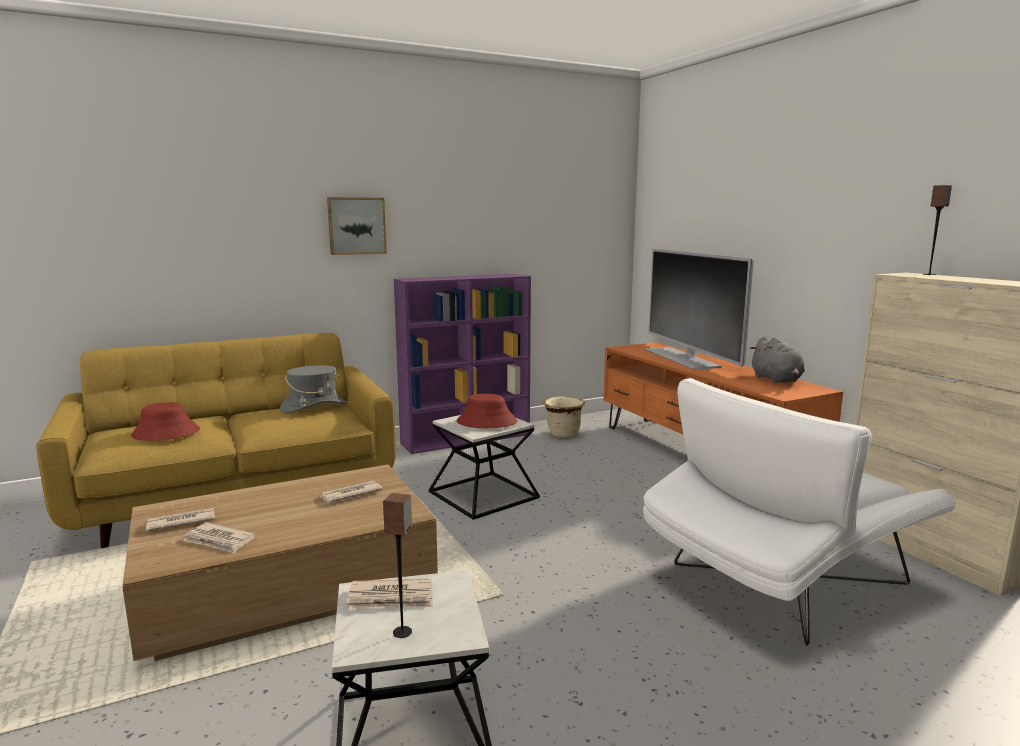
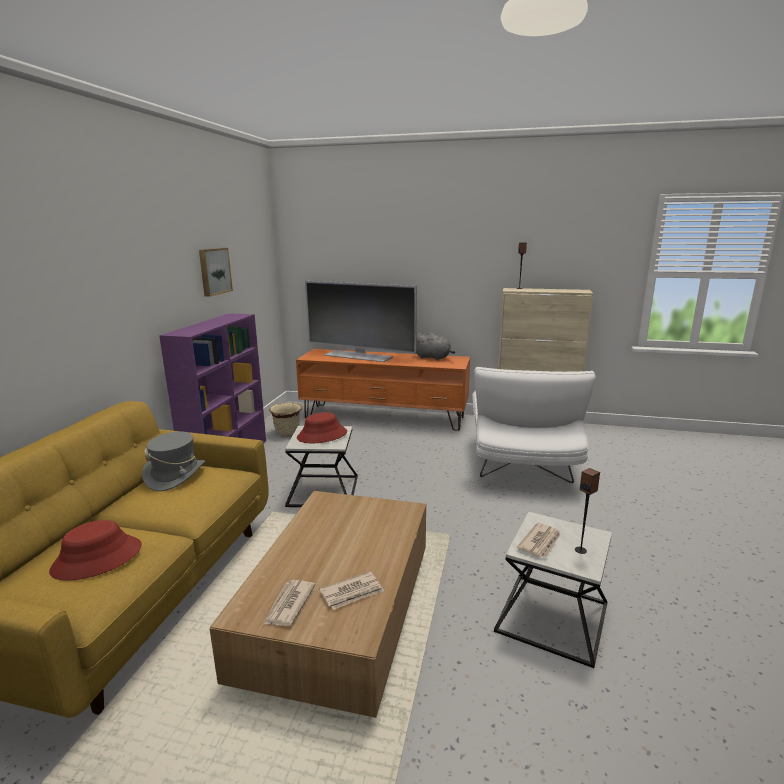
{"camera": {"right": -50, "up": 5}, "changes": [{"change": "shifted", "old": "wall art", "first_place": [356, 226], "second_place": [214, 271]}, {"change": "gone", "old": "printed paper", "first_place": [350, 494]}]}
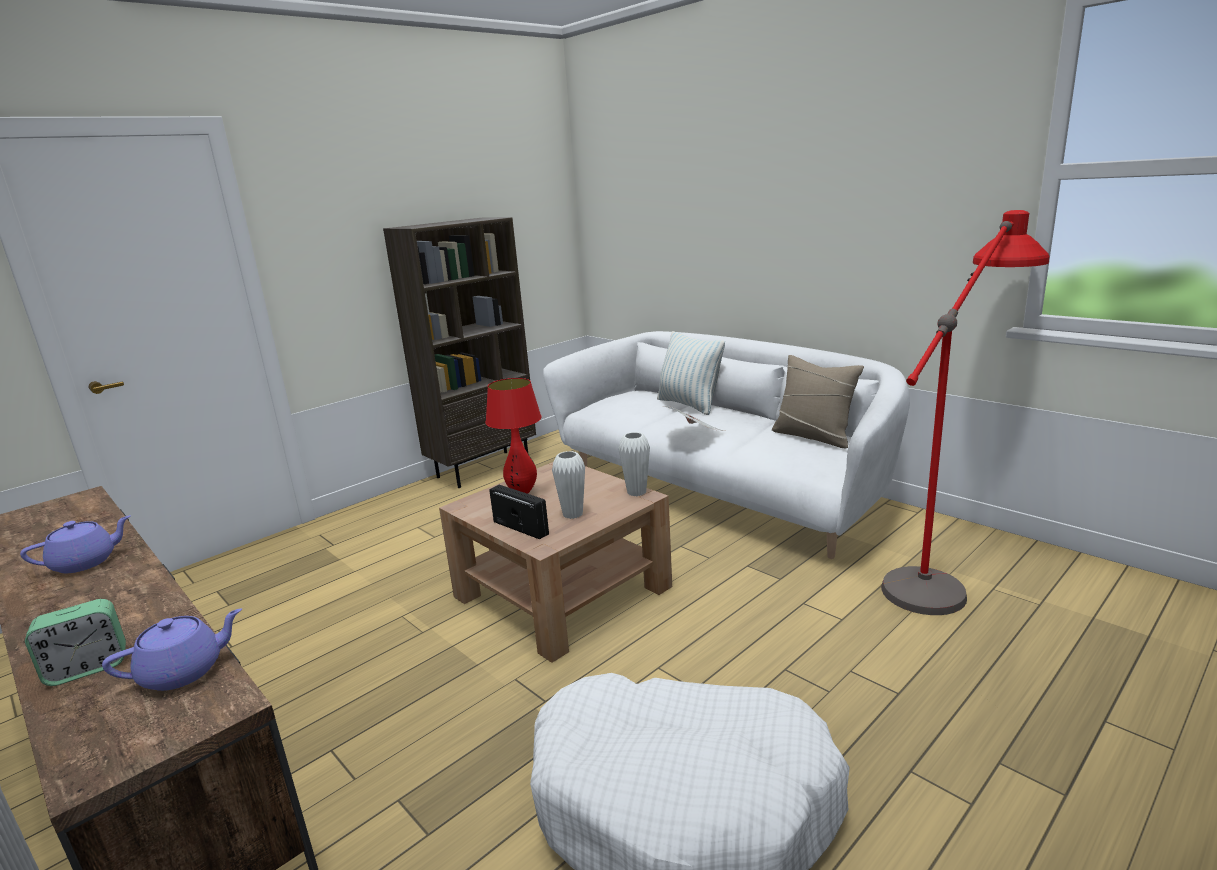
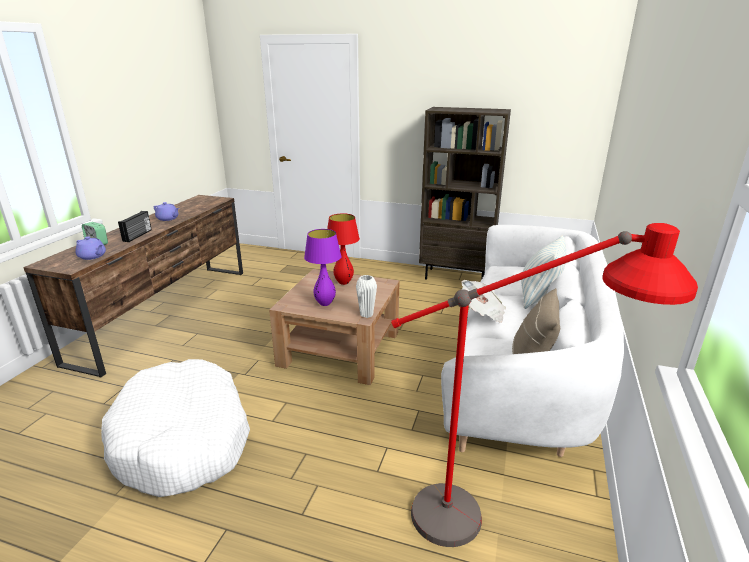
{"camera": {"right": 60, "up": 5}, "changes": [{"change": "shifted", "old": "radio receiver", "first_place": [521, 527], "second_place": [138, 235]}, {"change": "swapped", "old": "white-coloured flower vase", "new": "purplish tabletop lamp", "first_place": [572, 514], "second_place": [325, 303]}]}
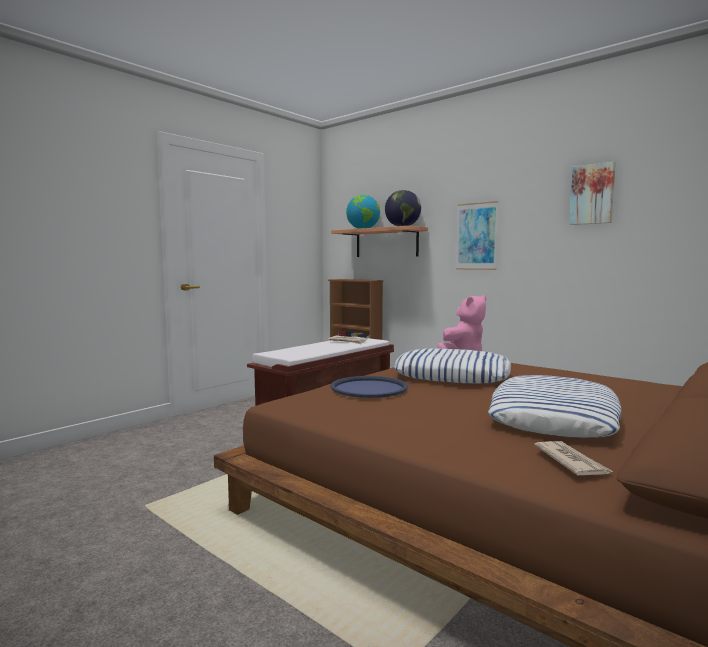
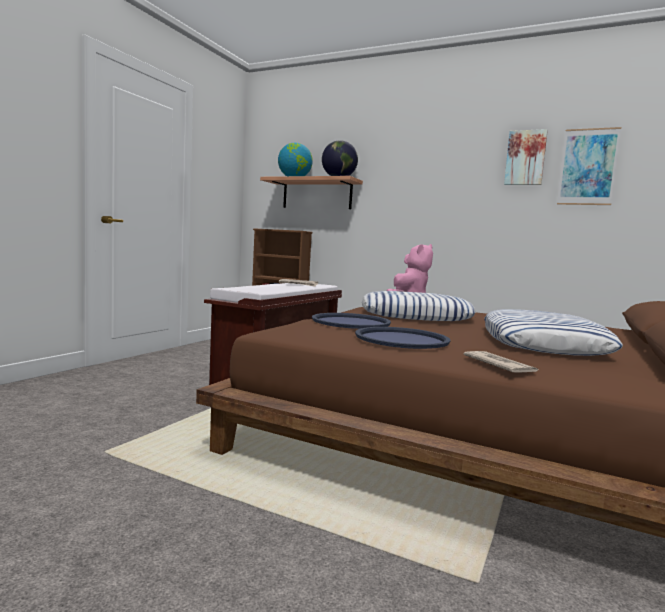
{"camera": {"right": -15, "up": 0}, "changes": [{"change": "new", "new": "bluish carrying tray", "second_place": [402, 339]}, {"change": "shifted", "old": "printed paper", "first_place": [571, 461], "second_place": [499, 365]}, {"change": "shifted", "old": "wall art", "first_place": [476, 236], "second_place": [588, 167]}]}
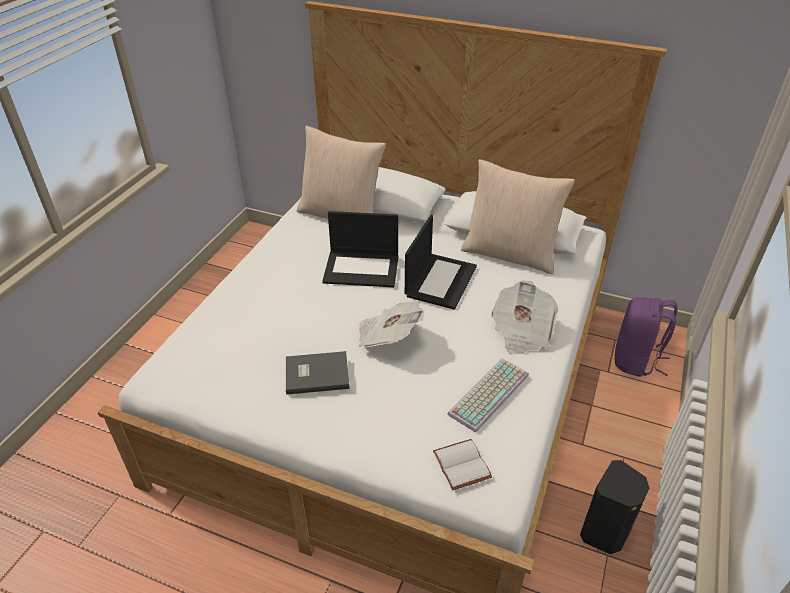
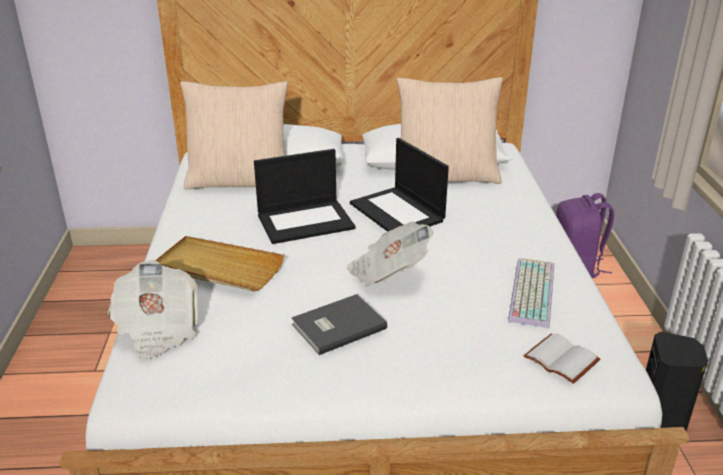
{"camera": {"right": -25, "up": -10}, "changes": [{"change": "shifted", "old": "printed paper", "first_place": [521, 332], "second_place": [157, 329]}, {"change": "new", "new": "beige carrying tray", "second_place": [218, 268]}, {"change": "rotated", "old": "portable computer", "first_place": [440, 280], "second_place": [398, 212], "degrees": 150}]}
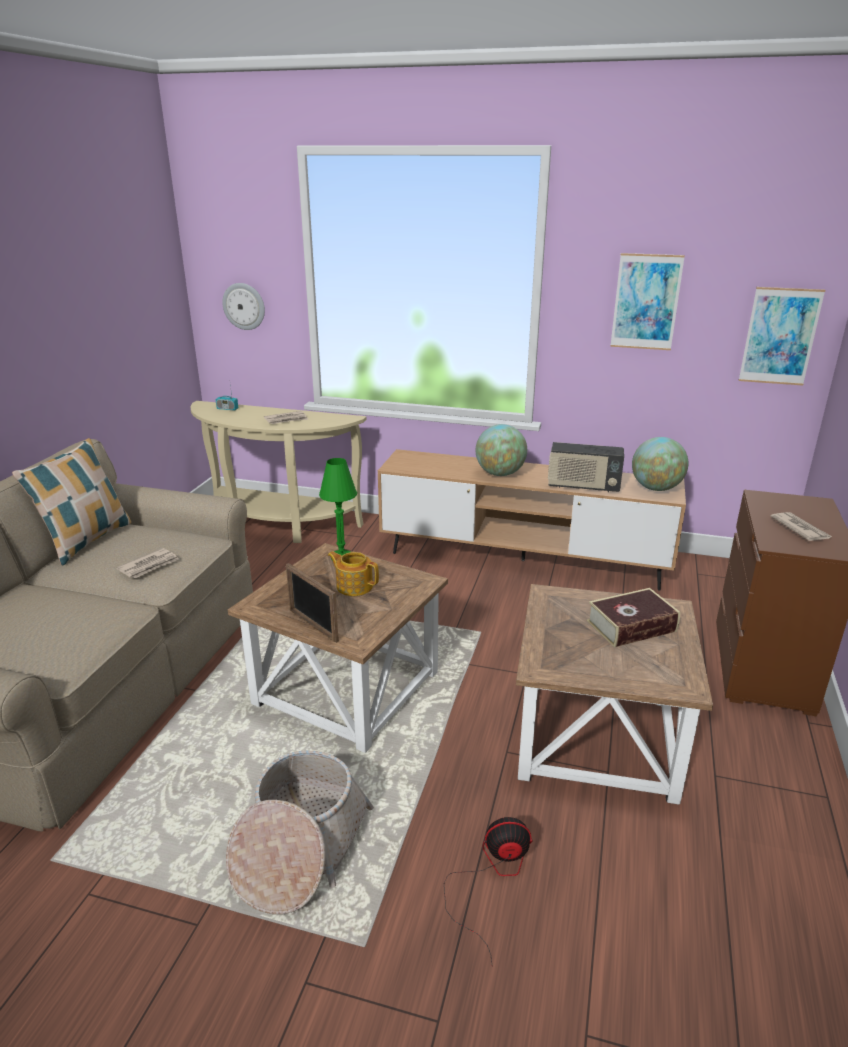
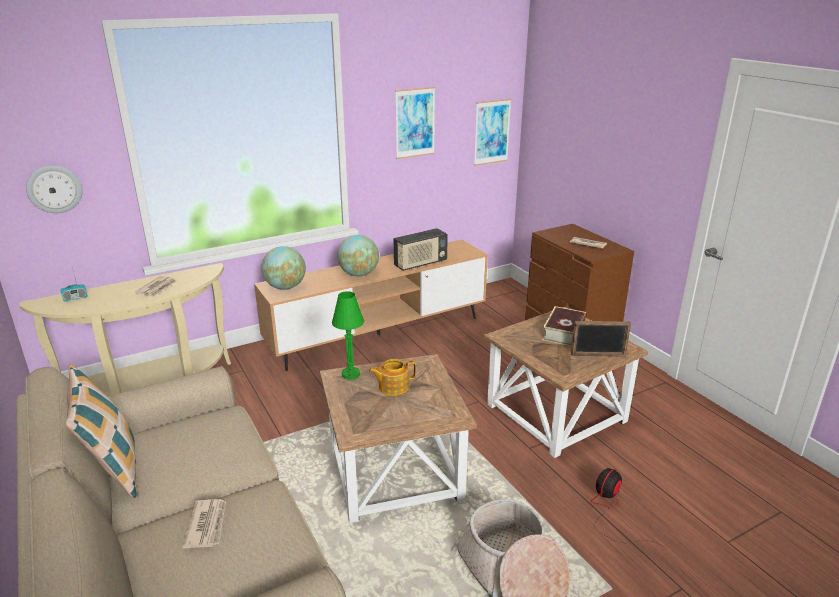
{"camera": {"right": -45, "up": 0}, "changes": [{"change": "shifted", "old": "printed paper", "first_place": [149, 565], "second_place": [207, 525]}, {"change": "shifted", "old": "globe", "first_place": [655, 488], "second_place": [285, 287]}, {"change": "shifted", "old": "standing frame", "first_place": [313, 625], "second_place": [598, 355]}]}
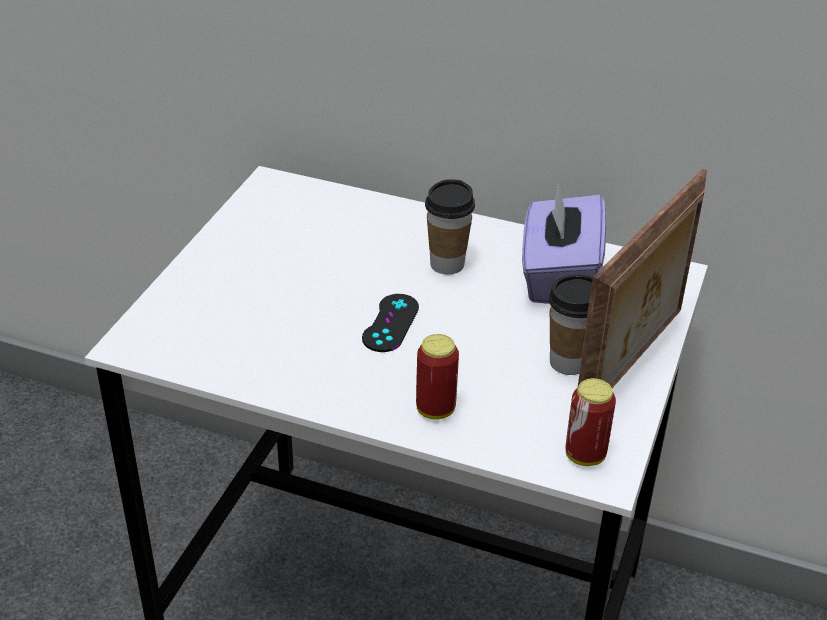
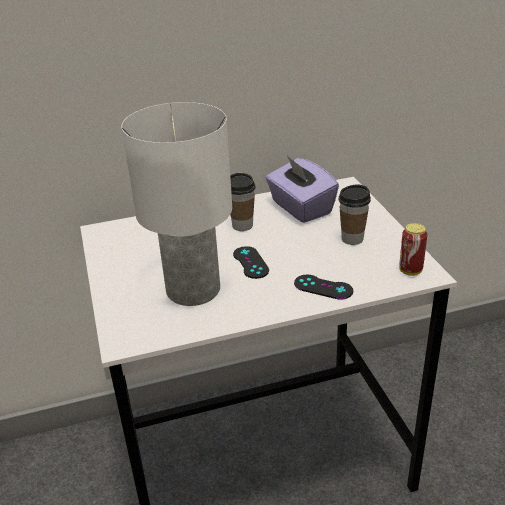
{"camera": {"right": -35, "up": -5}, "changes": [{"change": "new", "new": "white-coloured tabletop lamp", "second_place": [194, 290]}, {"change": "swapped", "old": "sealed can", "new": "black game controller", "first_place": [435, 409], "second_place": [323, 287]}, {"change": "gone", "old": "standing frame", "first_place": [632, 367]}]}
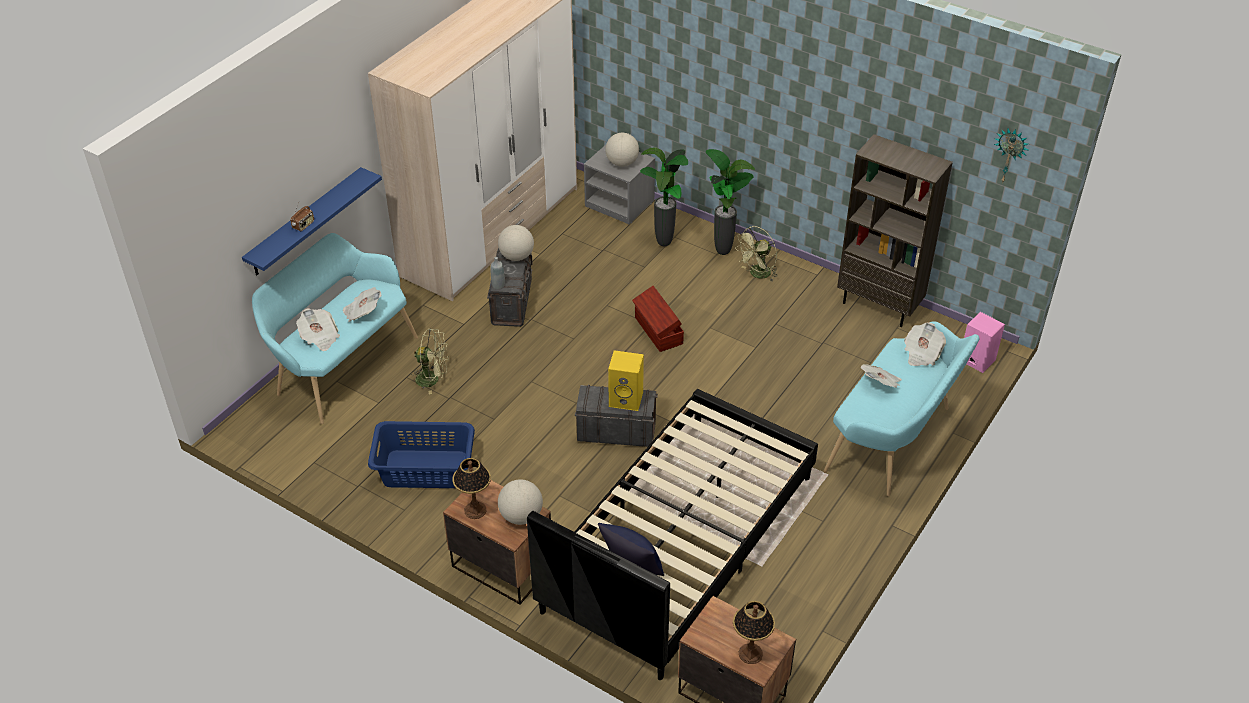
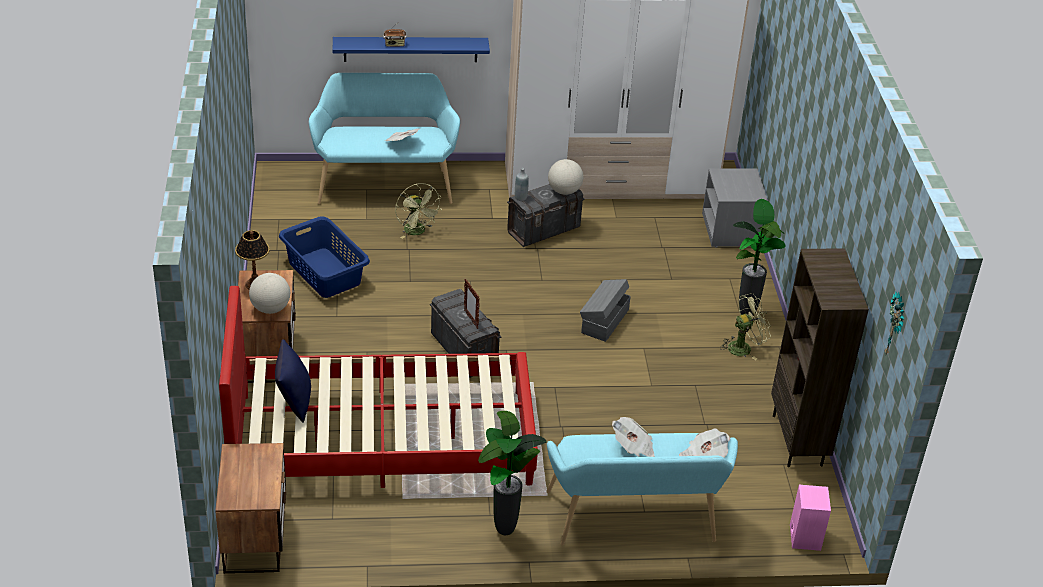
{"camera": {"right": 50, "up": -5}, "changes": [{"change": "repainted", "old": "black bedroom bed", "new": "red bedroom bed", "first_place": [679, 543], "second_place": [382, 439]}, {"change": "swapped", "old": "yellowish speaker", "new": "standing frame", "first_place": [627, 399], "second_place": [471, 319]}, {"change": "shifted", "old": "potted plant", "first_place": [664, 244], "second_place": [504, 532]}, {"change": "repainted", "old": "brownish storage container", "new": "grey storage container", "first_place": [658, 331], "second_place": [604, 321]}, {"change": "rotated", "old": "greenish fan", "first_place": [757, 275], "second_place": [743, 347], "degrees": 150}, {"change": "gone", "old": "printed paper", "first_place": [319, 337]}, {"change": "gone", "old": "globe", "first_place": [622, 163]}, {"change": "gone", "old": "tabletop lamp", "first_place": [750, 654]}]}
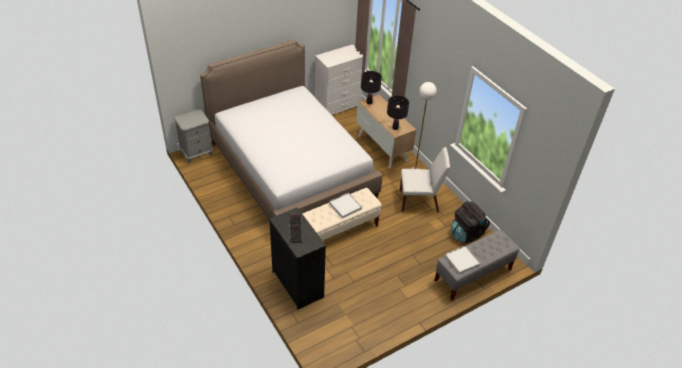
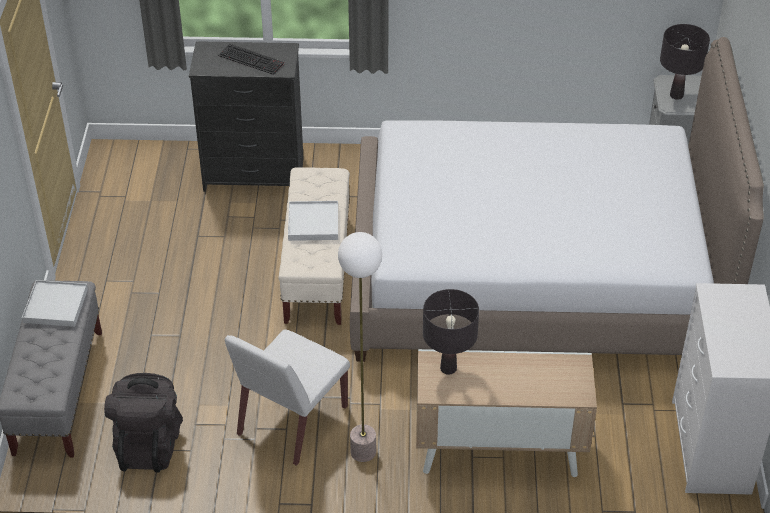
{"camera": {"right": 125, "up": 0}, "changes": [{"change": "shifted", "old": "black tabletop lamp", "first_place": [369, 102], "second_place": [676, 95]}]}
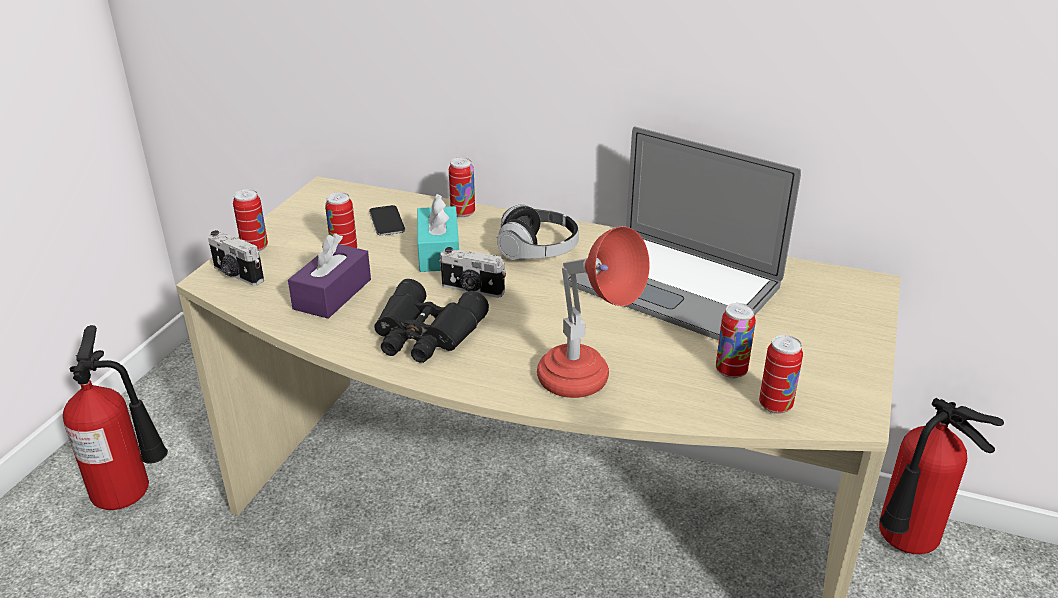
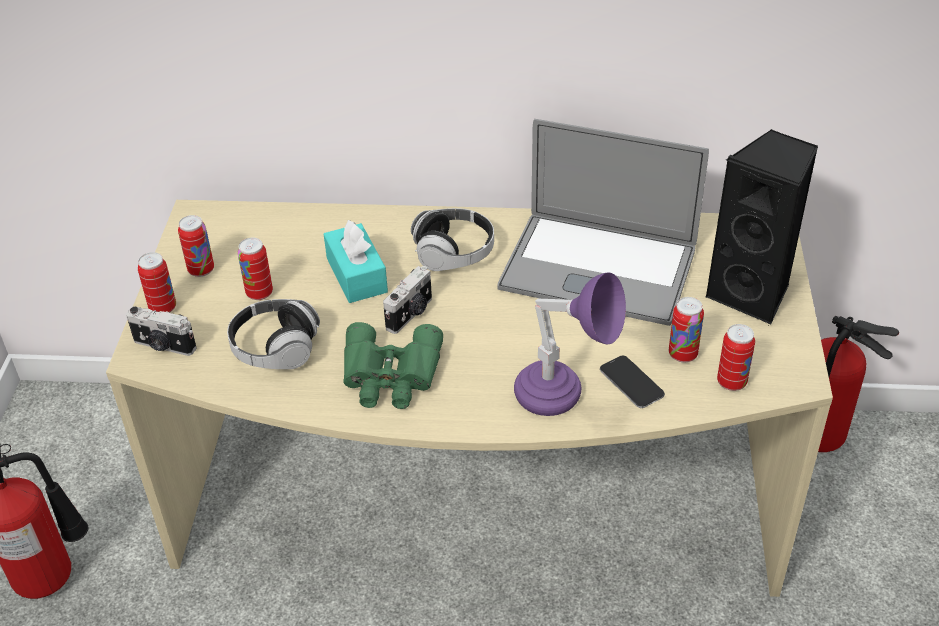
{"camera": {"right": -15, "up": 10}, "changes": [{"change": "shifted", "old": "sealed can", "first_place": [463, 213], "second_place": [201, 270]}, {"change": "swapped", "old": "purplish tissue holder", "new": "headphones", "first_place": [332, 294], "second_place": [275, 349]}, {"change": "repainted", "old": "black pair of binoculars", "new": "greenish pair of binoculars", "first_place": [425, 334], "second_place": [391, 376]}, {"change": "rotated", "old": "still camera", "first_place": [472, 290], "second_place": [411, 314], "degrees": -60}, {"change": "repainted", "old": "red tabletop lamp", "new": "purplish tabletop lamp", "first_place": [584, 389], "second_place": [563, 403]}, {"change": "shifted", "old": "phone", "first_place": [387, 222], "second_place": [631, 383]}, {"change": "new", "new": "black speaker", "second_place": [752, 294]}]}
